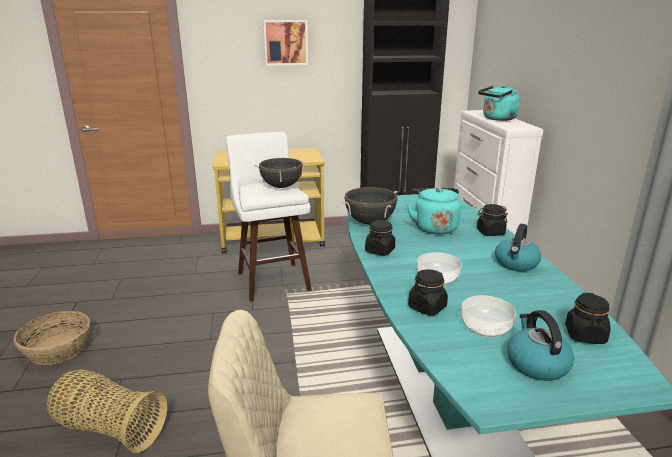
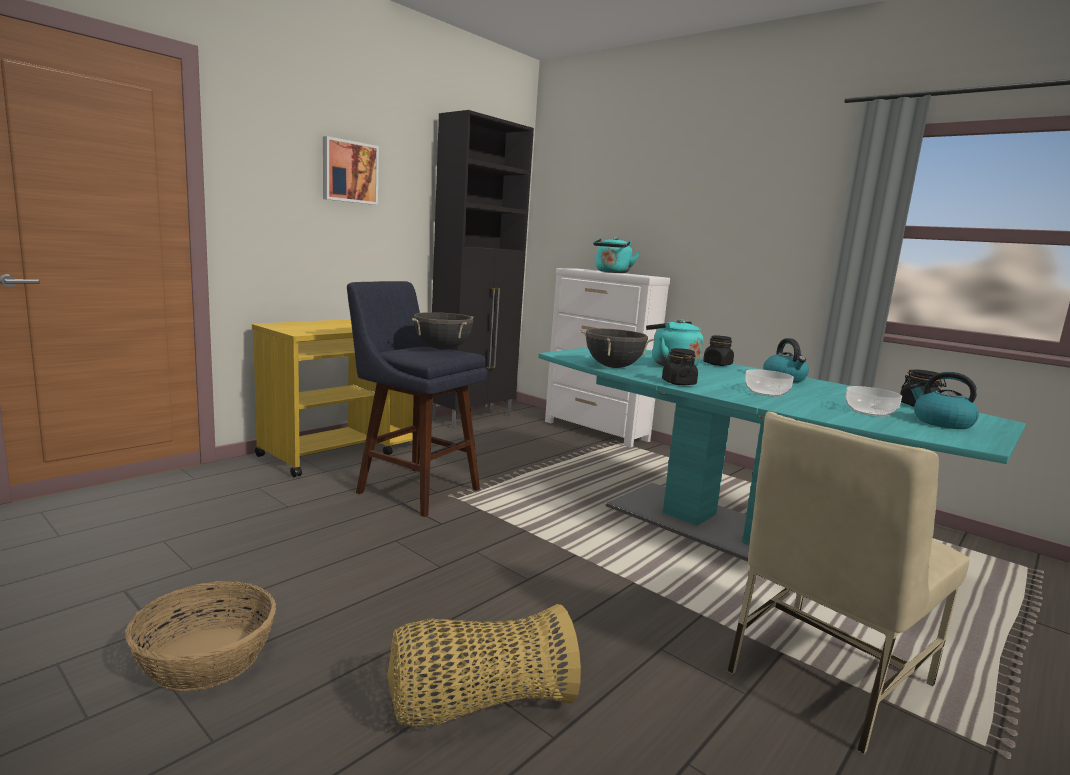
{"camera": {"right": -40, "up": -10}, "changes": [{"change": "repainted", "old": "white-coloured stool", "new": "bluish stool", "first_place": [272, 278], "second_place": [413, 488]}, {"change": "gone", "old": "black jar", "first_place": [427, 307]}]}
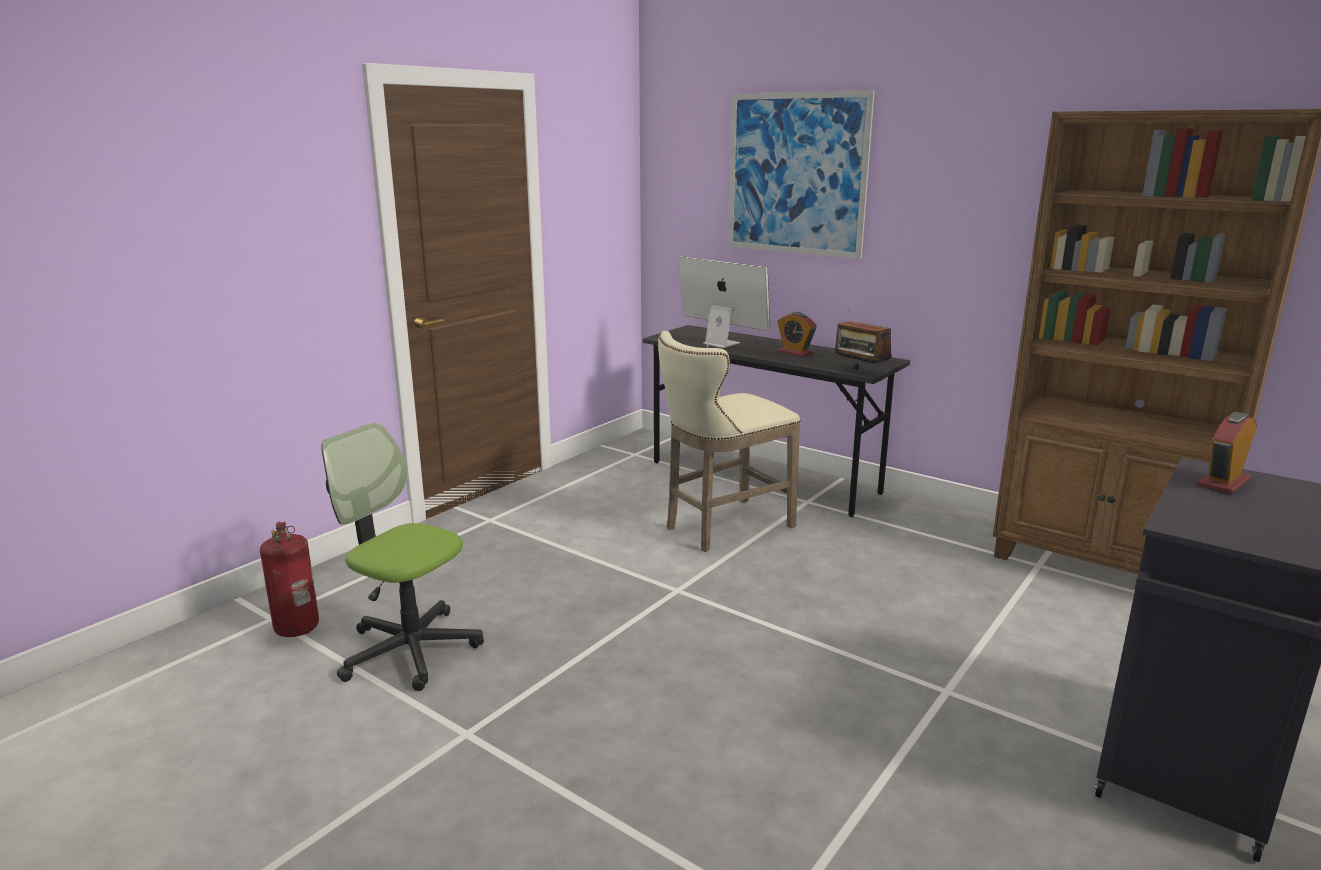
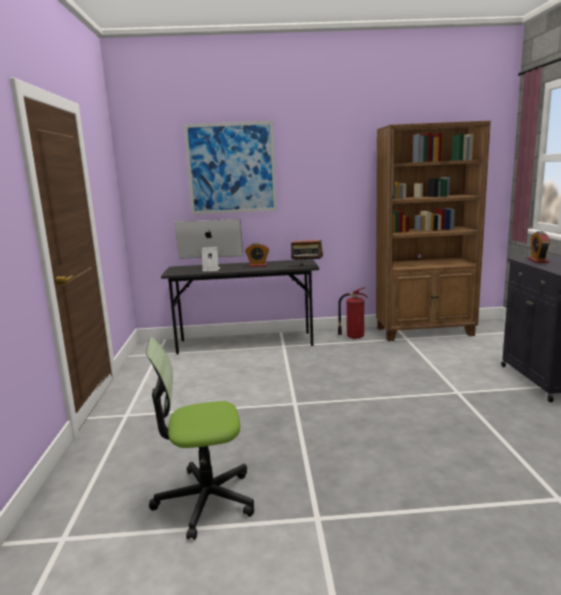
{"camera": {"right": -40, "up": -5}, "changes": [{"change": "shifted", "old": "extinguisher", "first_place": [297, 627], "second_place": [354, 336]}, {"change": "gone", "old": "beige stool", "first_place": [722, 527]}]}
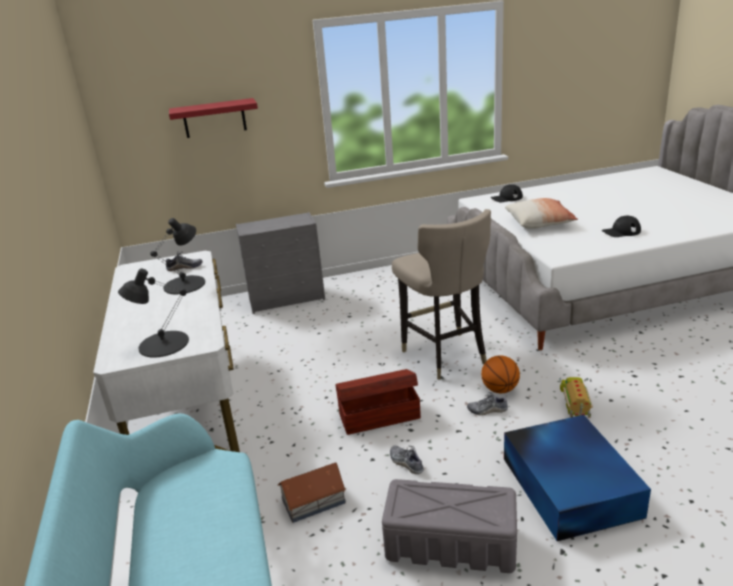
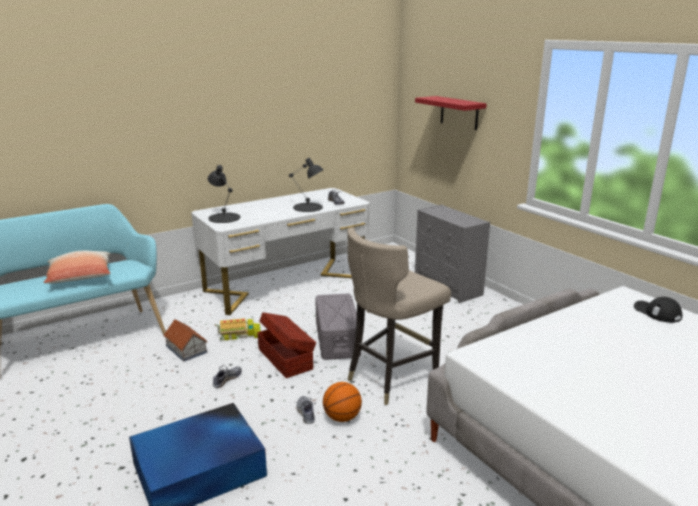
{"camera": {"right": 70, "up": -5}, "changes": [{"change": "shifted", "old": "throw pillow", "first_place": [540, 223], "second_place": [81, 278]}, {"change": "shifted", "old": "model truck", "first_place": [576, 402], "second_place": [239, 335]}, {"change": "shifted", "old": "grey storage container", "first_place": [449, 543], "second_place": [337, 338]}, {"change": "gone", "old": "black cap", "first_place": [621, 232]}]}
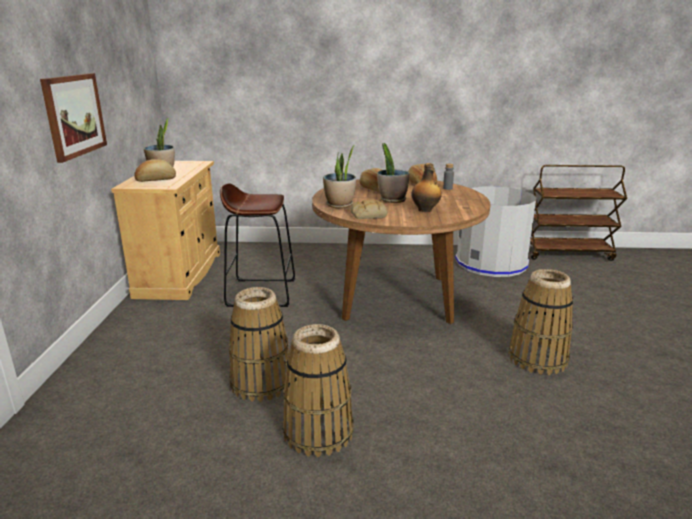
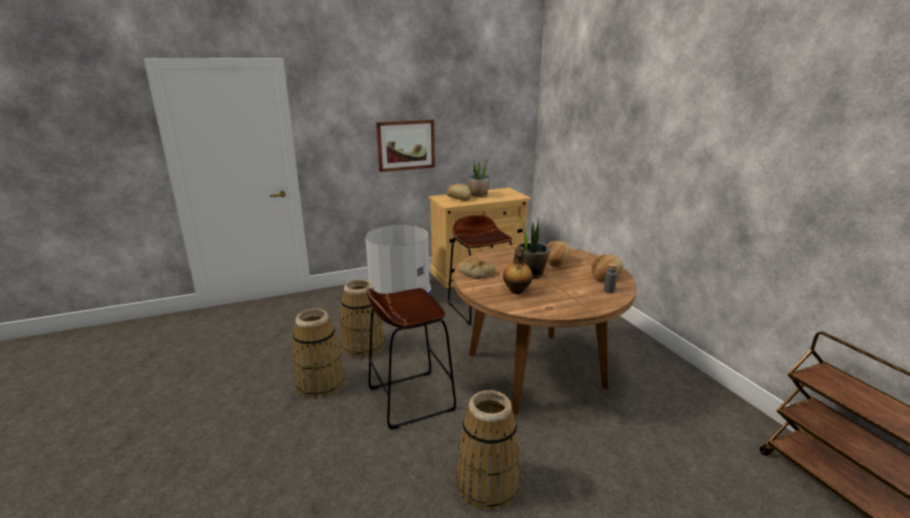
{"camera": {"right": 65, "up": 0}, "changes": [{"change": "shifted", "old": "grey waste bin", "first_place": [491, 263], "second_place": [400, 292]}, {"change": "new", "new": "brownish stool", "second_place": [410, 399]}, {"change": "gone", "old": "potted plant", "first_place": [340, 205]}]}
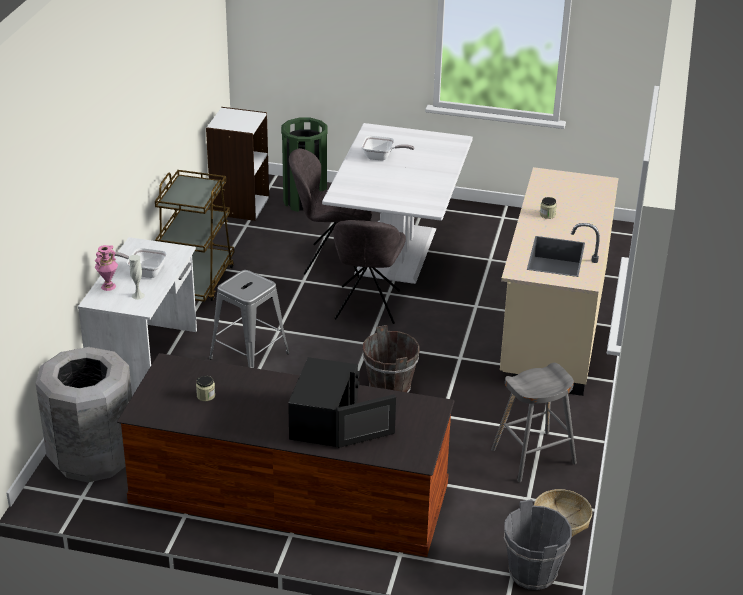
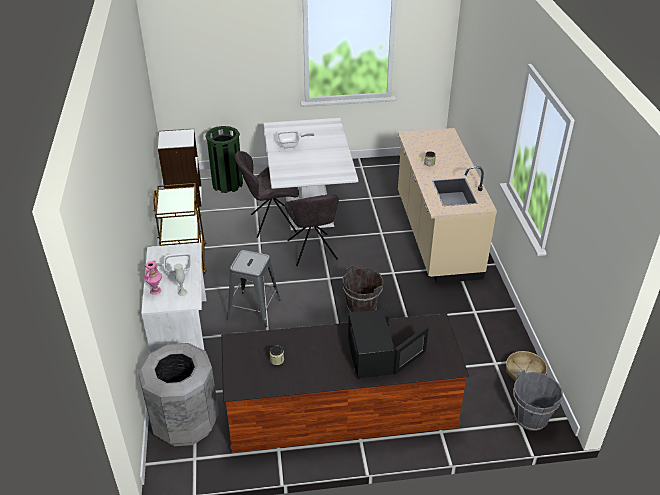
{"camera": {"right": -20, "up": 5}, "changes": [{"change": "gone", "old": "grey stool", "first_place": [533, 456]}]}
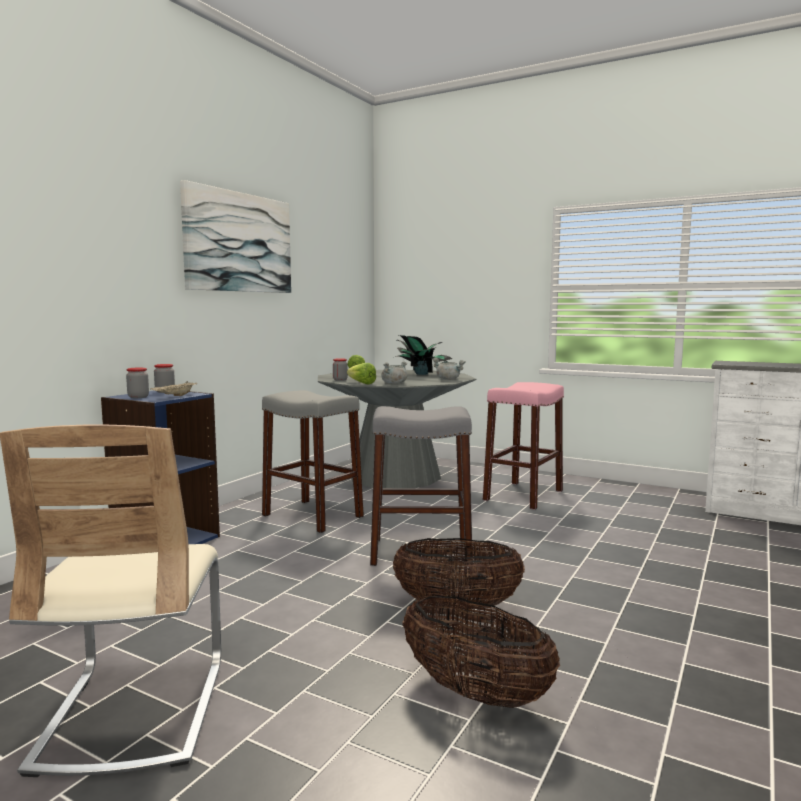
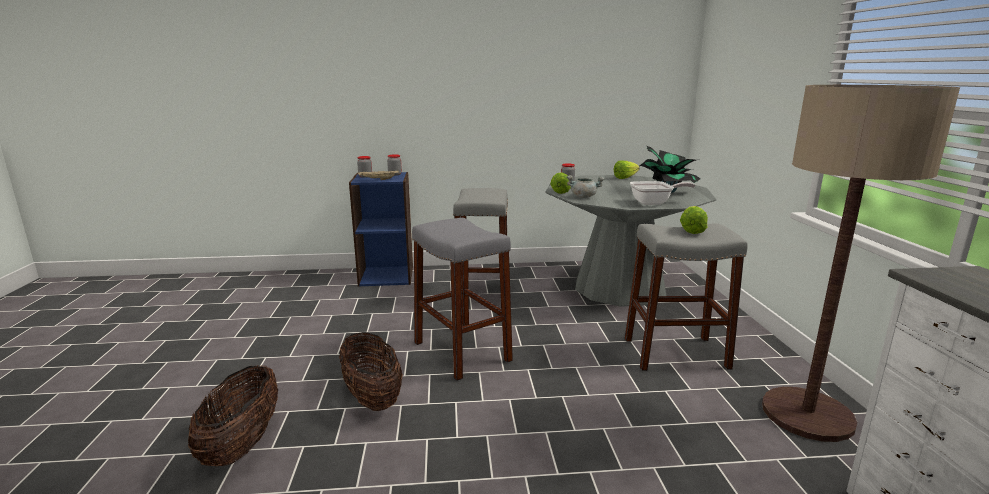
{"camera": {"right": 55, "up": 10}, "changes": [{"change": "repainted", "old": "pink stool", "new": "grey stool", "first_place": [523, 495], "second_place": [675, 353]}, {"change": "swapped", "old": "grey cooking pot", "new": "frying pan", "first_place": [448, 379], "second_place": [654, 203]}, {"change": "new", "new": "head of lettuce", "second_place": [692, 229]}, {"change": "new", "new": "standing lamp", "second_place": [807, 415]}, {"change": "gone", "old": "beige upright chair", "first_place": [133, 712]}, {"change": "gone", "old": "wall art", "first_place": [239, 242]}]}
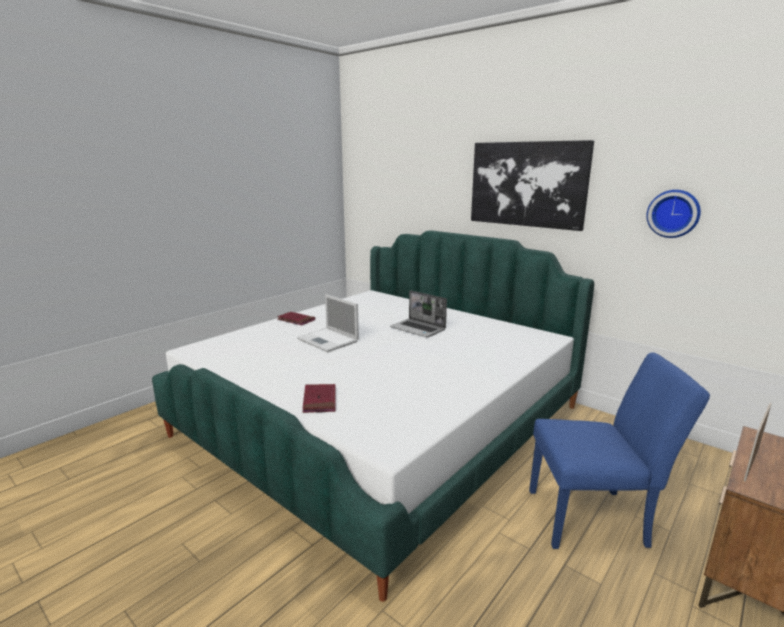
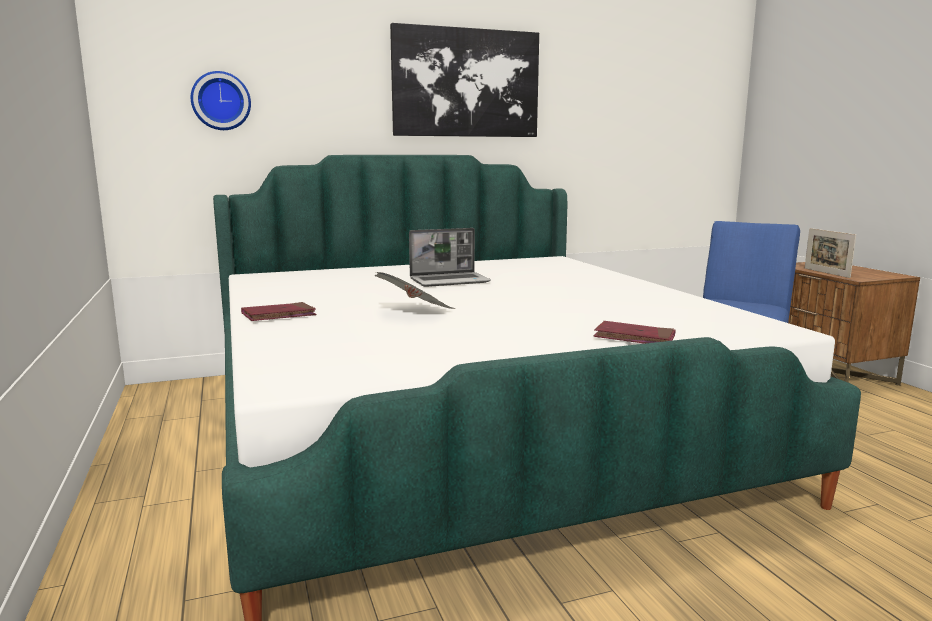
{"camera": {"right": -60, "up": -5}, "changes": [{"change": "shifted", "old": "hanging clock", "first_place": [673, 213], "second_place": [221, 101]}, {"change": "swapped", "old": "portable computer", "new": "printed paper", "first_place": [328, 340], "second_place": [416, 312]}]}
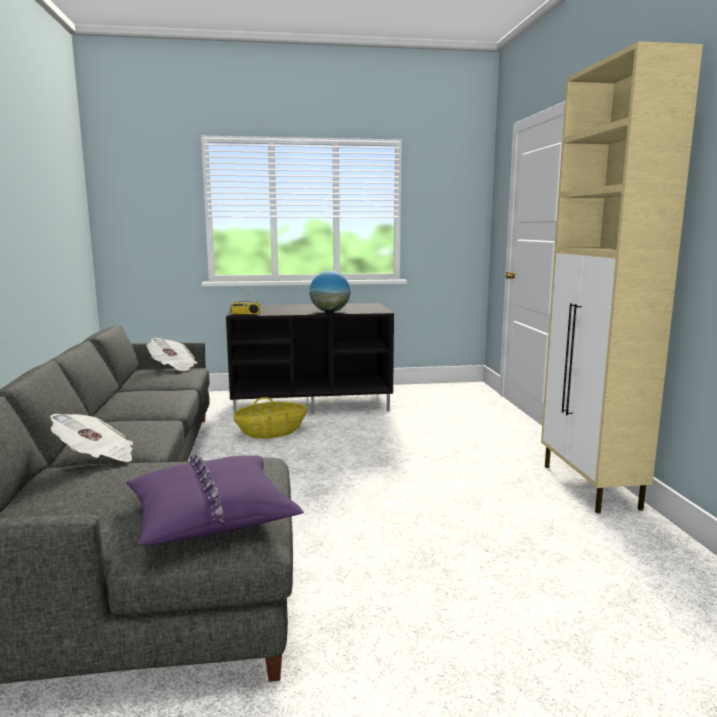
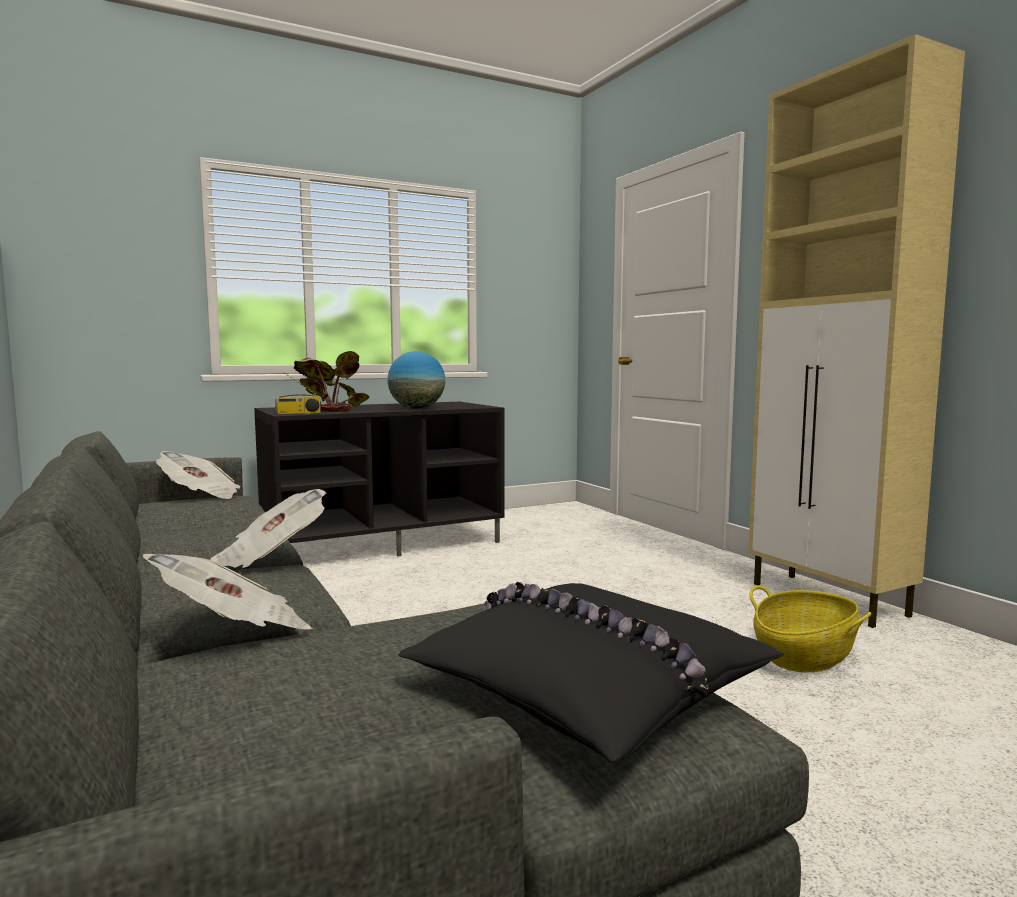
{"camera": {"right": -20, "up": -5}, "changes": [{"change": "new", "new": "printed paper", "second_place": [270, 558]}, {"change": "new", "new": "potted plant", "second_place": [329, 409]}, {"change": "repainted", "old": "purplish throw pillow", "new": "black throw pillow", "first_place": [210, 513], "second_place": [586, 688]}, {"change": "shifted", "old": "household basket", "first_place": [271, 432], "second_place": [804, 655]}]}
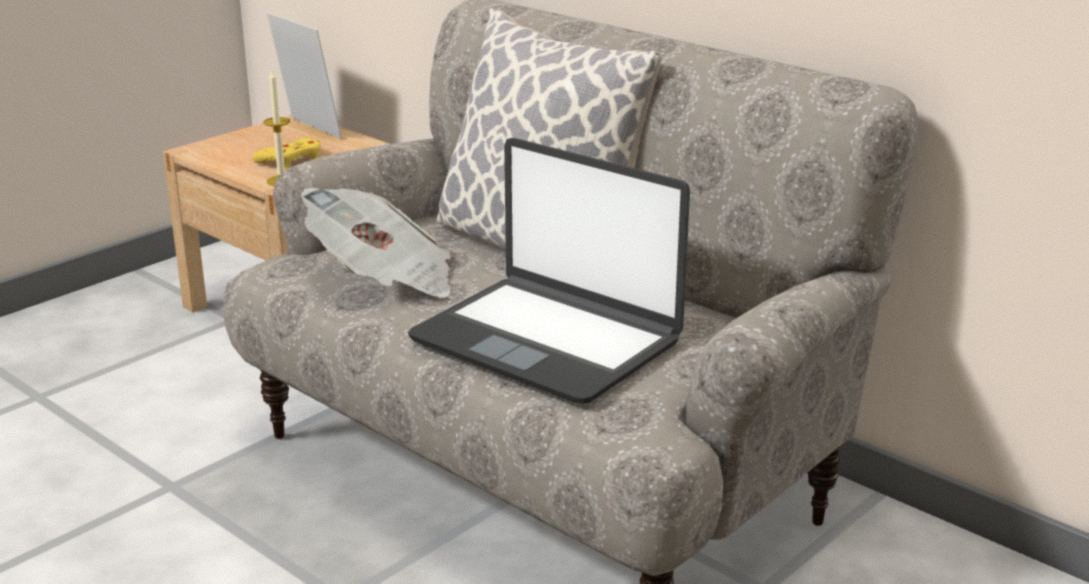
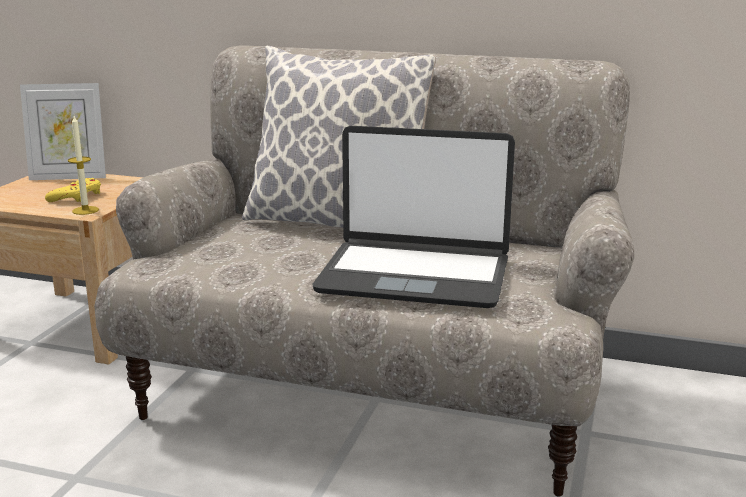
{"camera": {"right": -25, "up": -5}, "changes": [{"change": "rotated", "old": "standing frame", "first_place": [308, 129], "second_place": [69, 177], "degrees": 150}, {"change": "gone", "old": "printed paper", "first_place": [384, 279]}]}
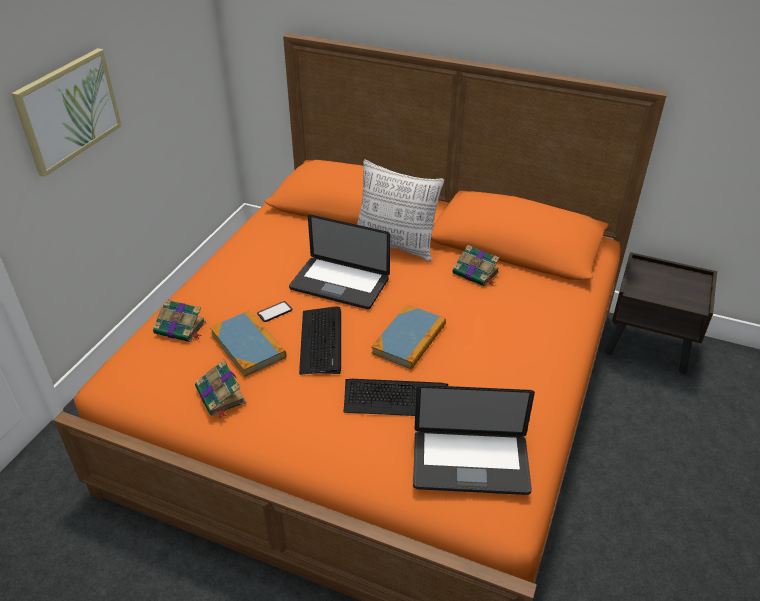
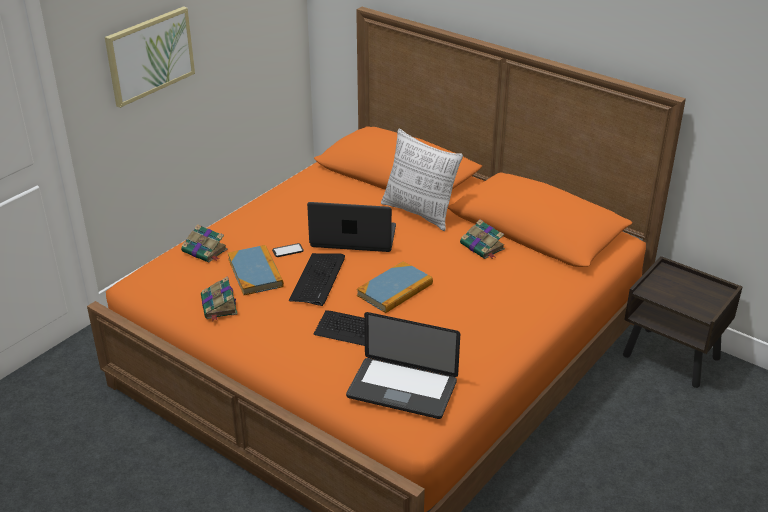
{"camera": {"right": 15, "up": -5}, "changes": [{"change": "rotated", "old": "portable computer", "first_place": [339, 284], "second_place": [353, 237], "degrees": 150}]}
